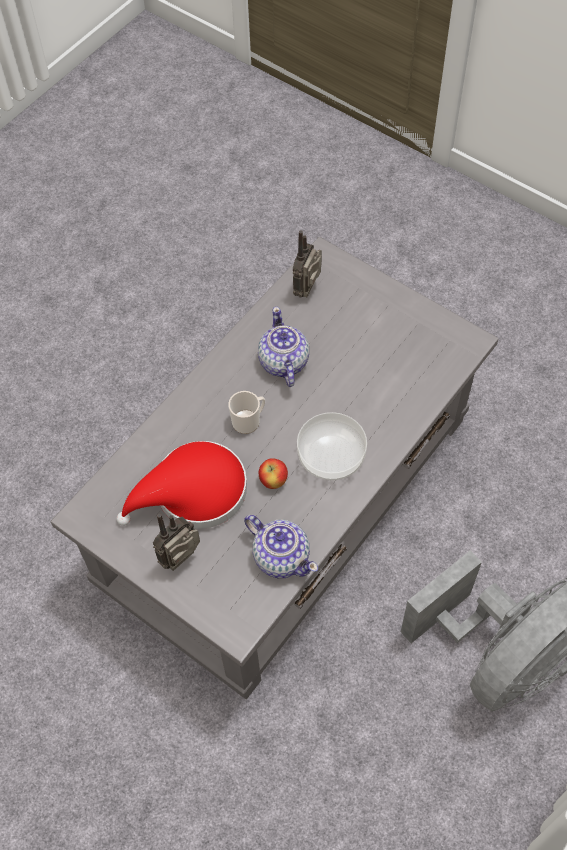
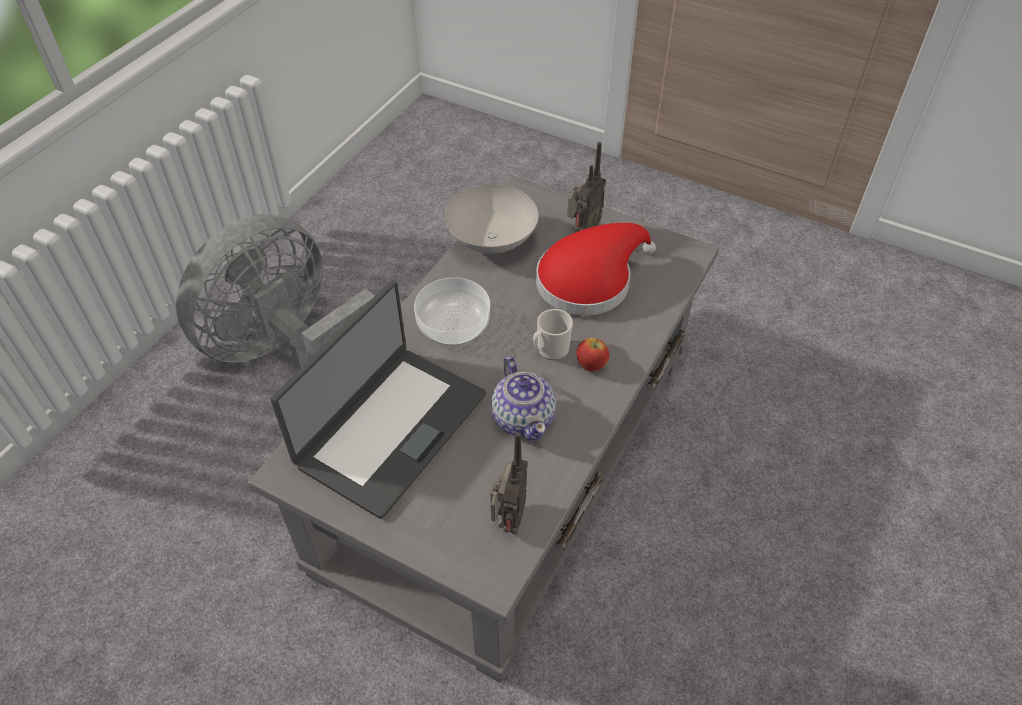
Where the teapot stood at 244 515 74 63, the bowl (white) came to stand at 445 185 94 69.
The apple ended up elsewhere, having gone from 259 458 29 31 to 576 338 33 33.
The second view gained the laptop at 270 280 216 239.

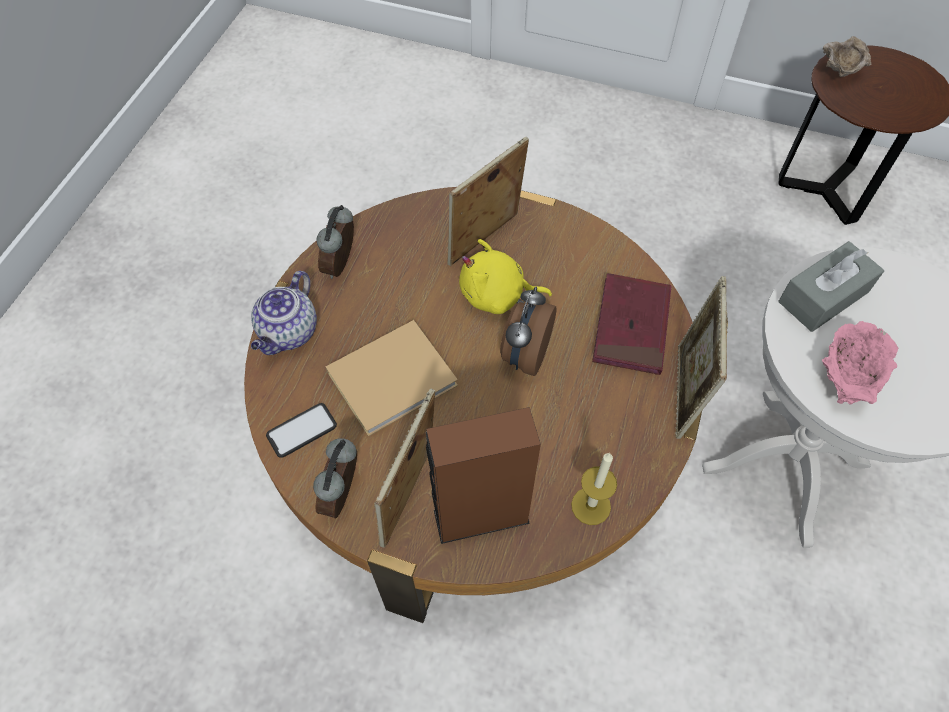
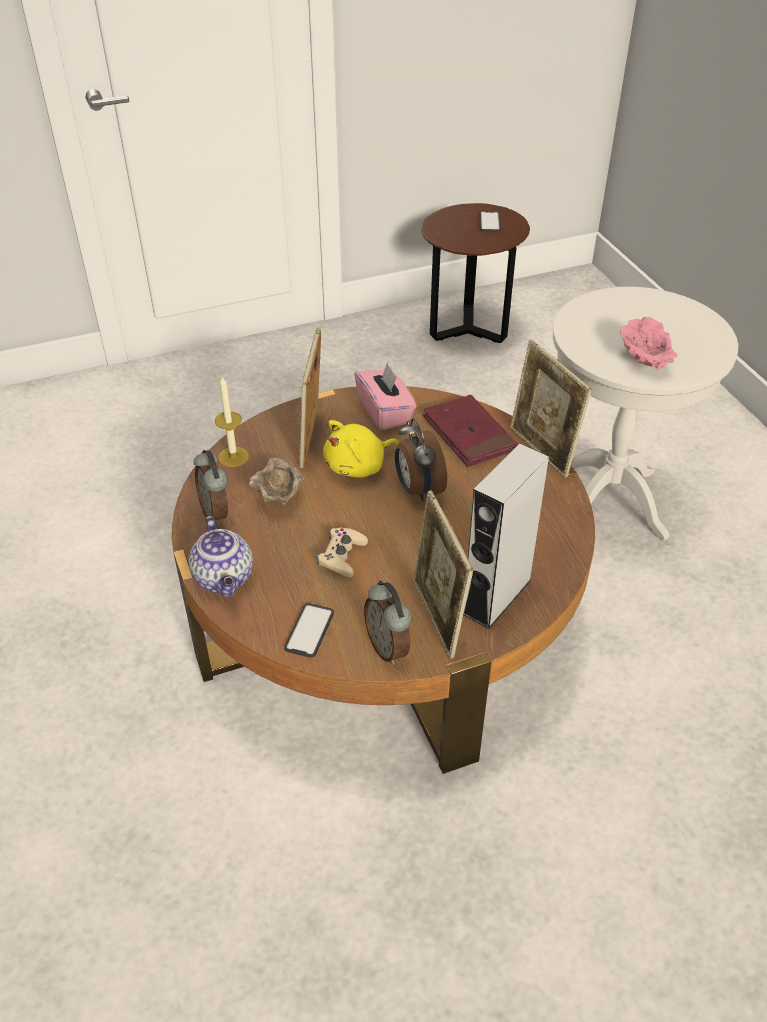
Where the book (beige) stood at 326 320 132 117, the game controller (beige) came to stand at 317 528 51 49.
What was the speaker (brown) at 426 407 115 137 turned into the speaker (grey) at 463 443 86 186.
The candle ended up elsewhere, having gone from 571 453 46 72 to 215 376 34 91.
The second view lost the tissue box (grey) at 778 241 106 91.
The bowl (beige) ended up elsewhere, having gone from 823 36 48 41 to 249 458 55 47.
The second view gained the tissue box (pink) at 354 362 62 69.
The second view gained the phone at 480 211 21 21.

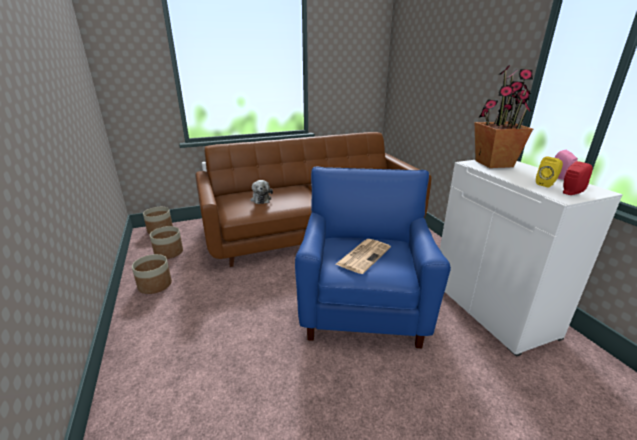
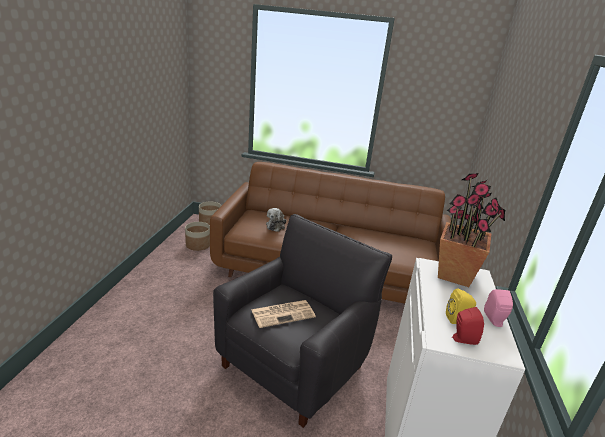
The second view lost the planter at 132 254 40 40.
What was the armchair (blue) at 295 166 156 182 turned into the armchair (black) at 213 214 179 214.

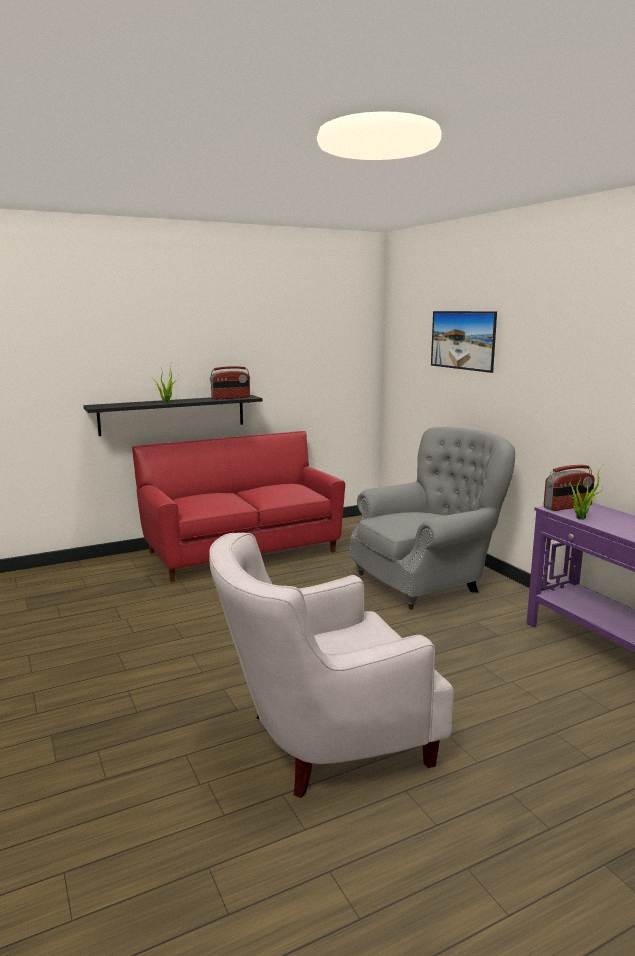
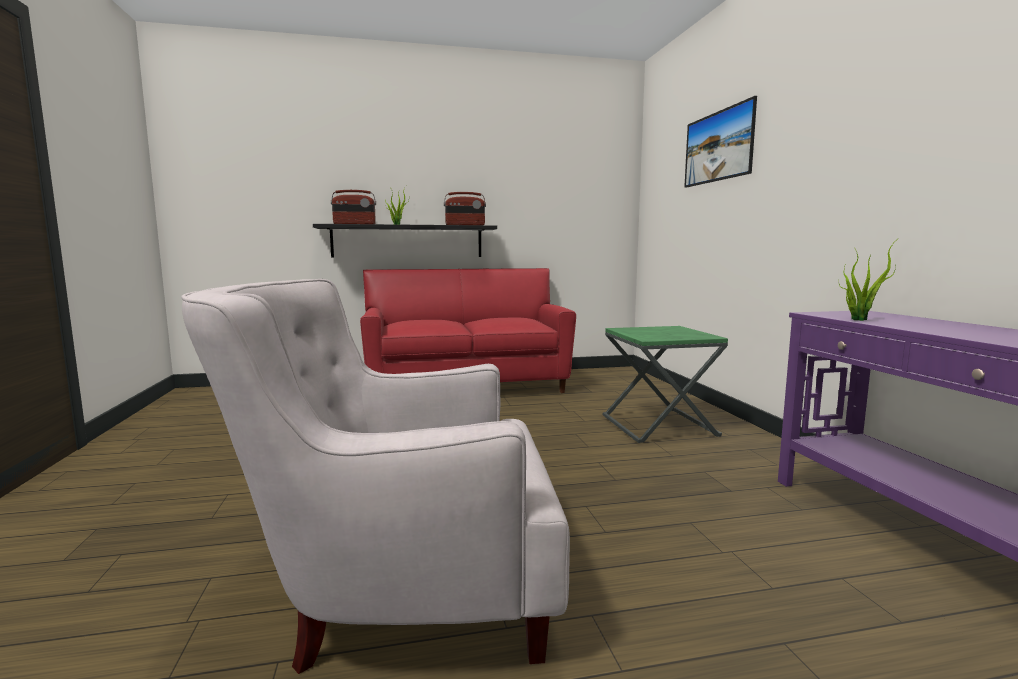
Where the armchair (grey) stood at 350 427 165 183, the side table (green) came to stand at 603 326 125 117.
The radio ended up elsewhere, having gone from 544 465 51 46 to 331 190 45 34.

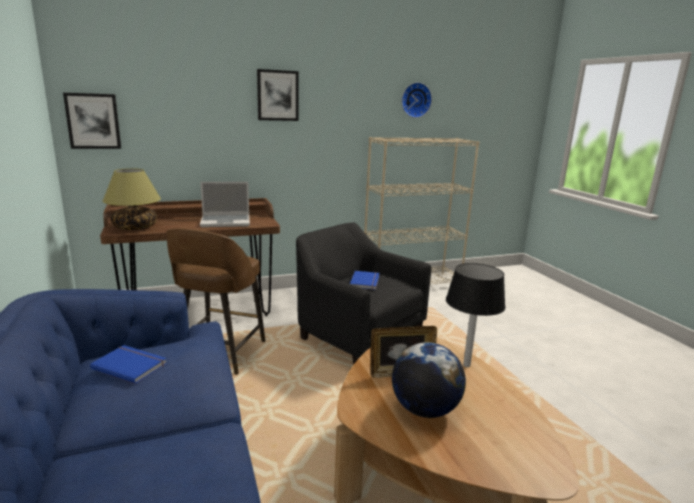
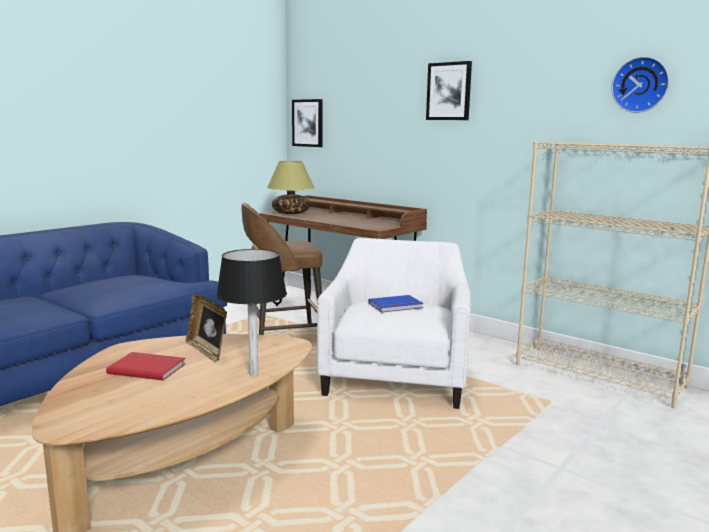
The second view lost the book (blue) at 90 345 77 39.
The second view lost the laptop at 200 182 50 45.
What was the armchair (black) at 296 222 135 143 turned into the armchair (white) at 317 238 154 171.
Where the globe stood at 392 342 74 76, the book (red) came to stand at 106 352 80 29.

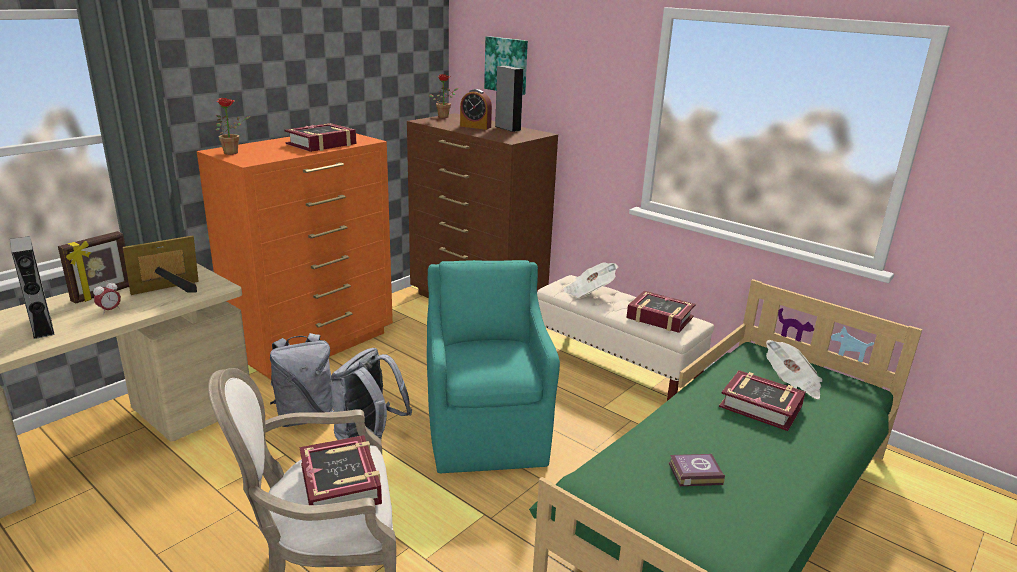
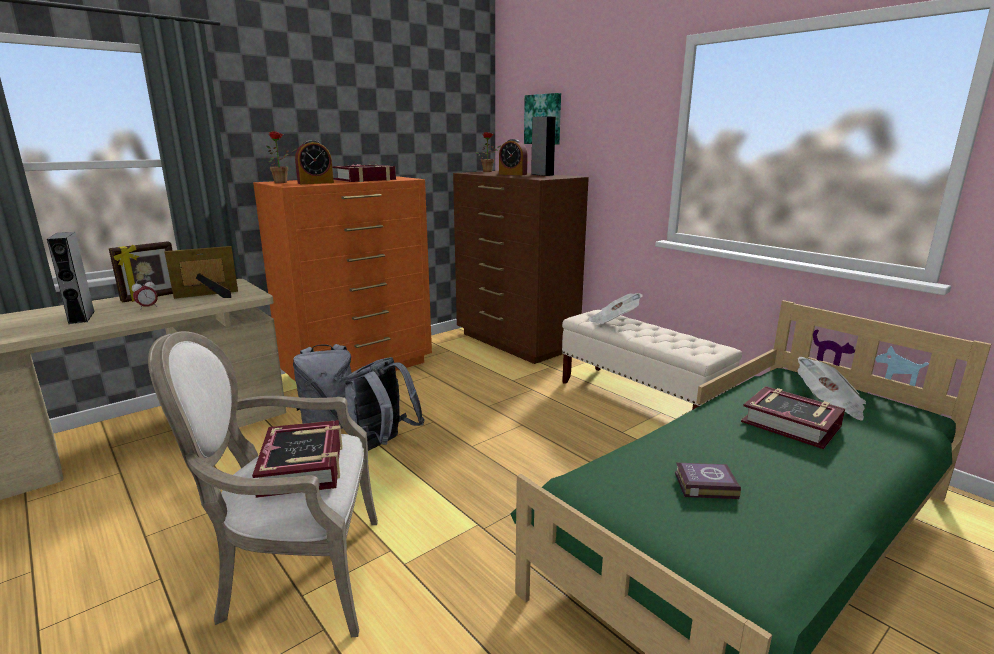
The second view lost the armchair (turquoise) at 427 260 133 213.
The second view lost the book at 626 291 69 42.
The second view gained the alarm clock at 295 140 39 44.

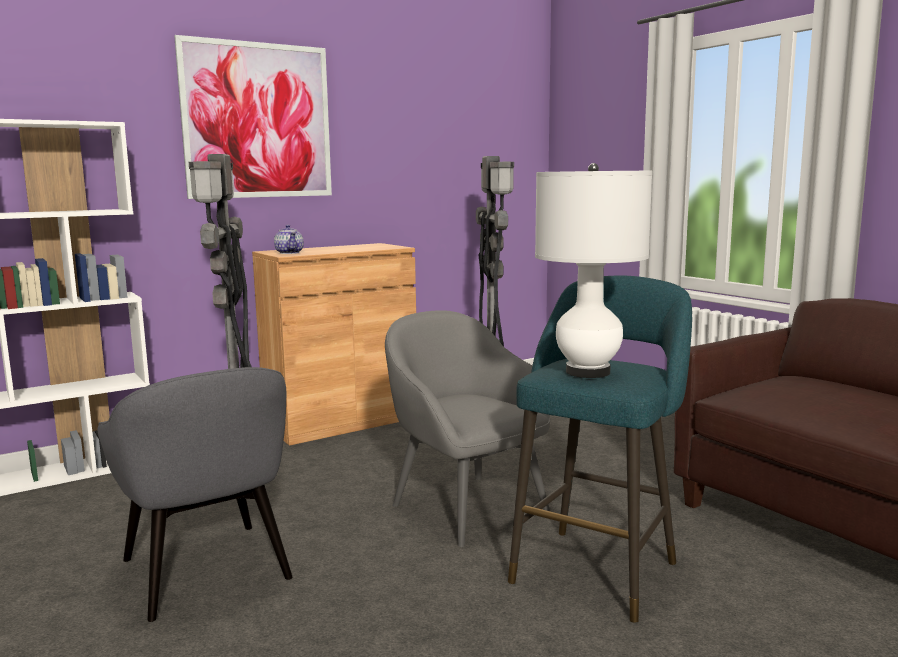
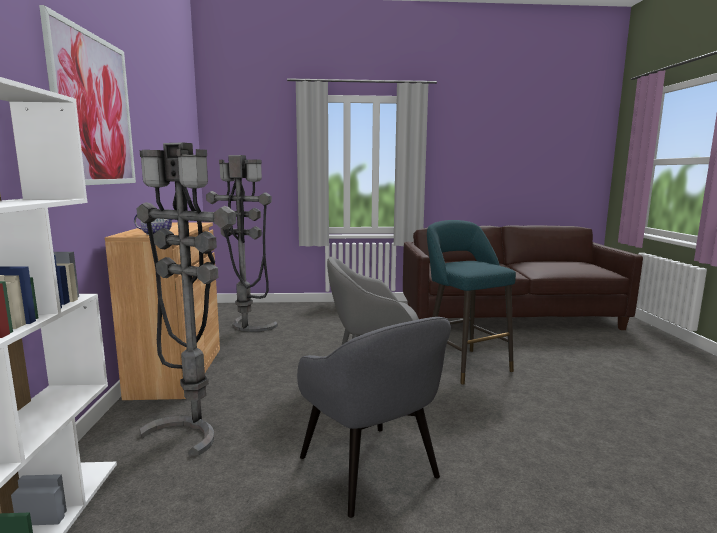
The armchair (grey) at 98 367 195 255 ended up facing another way, 60 degrees clockwise from before.
The second view lost the table lamp (white) at 535 163 117 215.

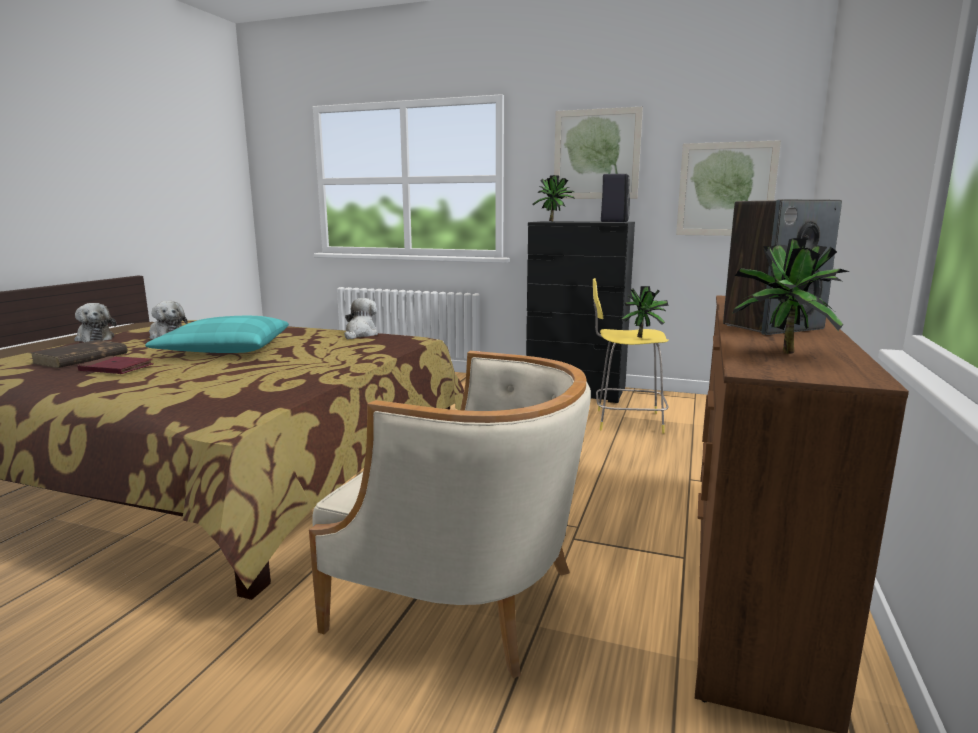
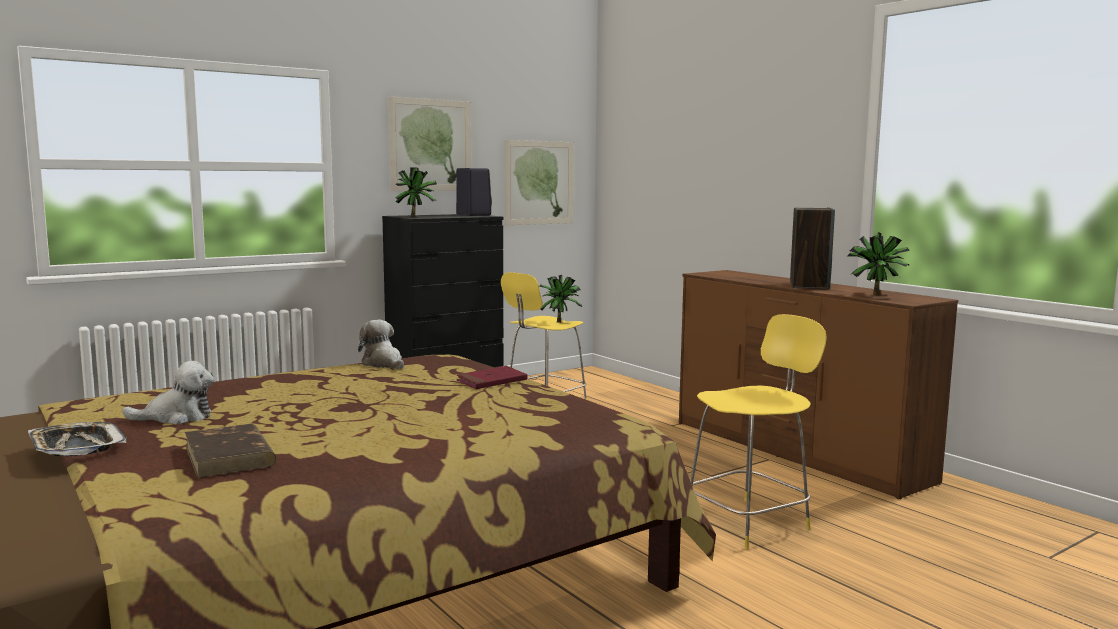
Where the plush toy stood at 74 303 42 39, the tray came to stand at 28 422 98 34.
The book (red) ended up elsewhere, having gone from 78 356 76 18 to 457 366 70 23.
The second view lost the pillow (turquoise) at 145 316 144 37.
Where the armchair (beige) stood at 309 351 282 327, the stool (yellow) came to stand at 690 314 137 235.

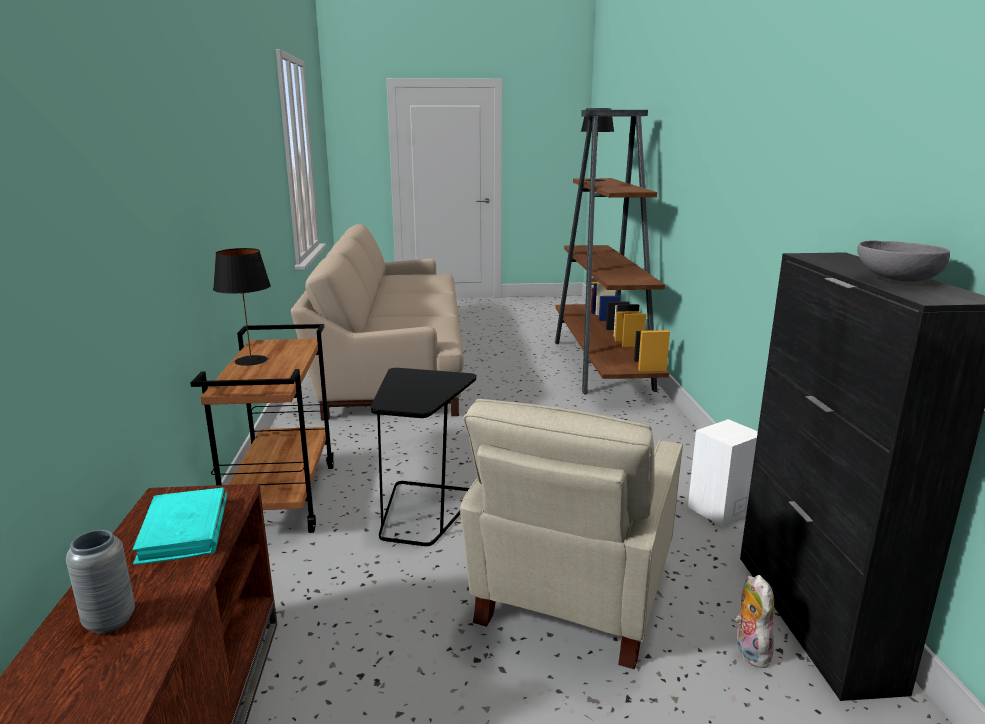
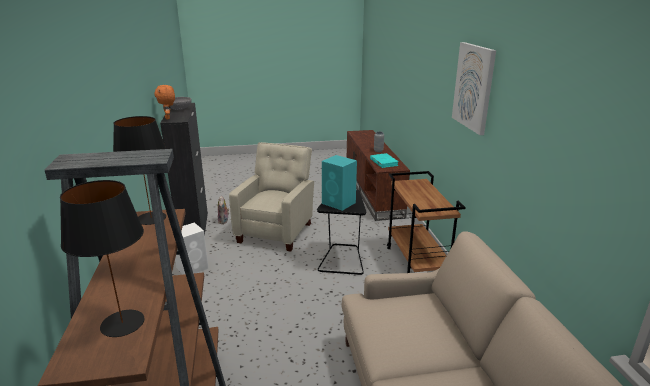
The table lamp (black) ended up elsewhere, having gone from 213 248 58 118 to 113 116 53 109.
The second view gained the plush toy (orange) at 154 85 21 34.
The second view gained the speaker (turquoise) at 322 155 35 56.
The second view gained the picture at 452 42 44 93.

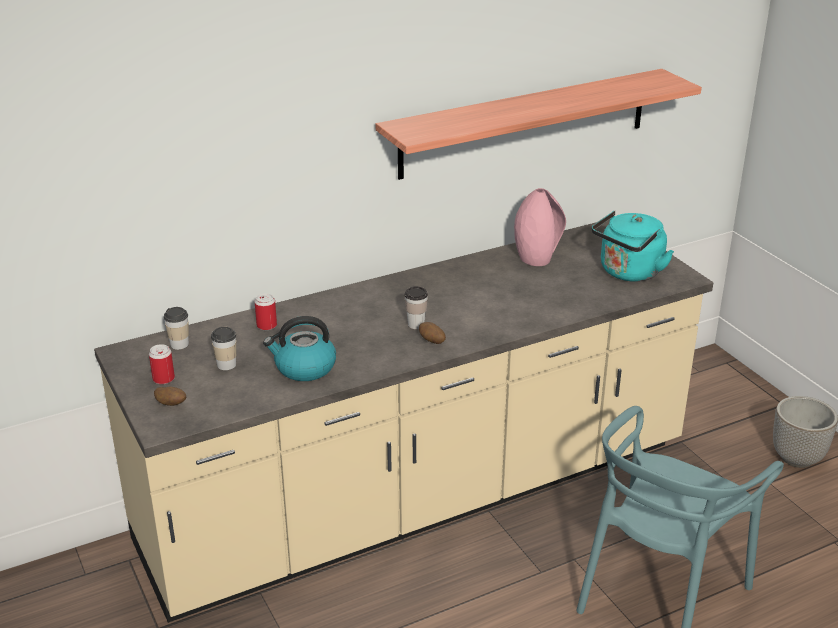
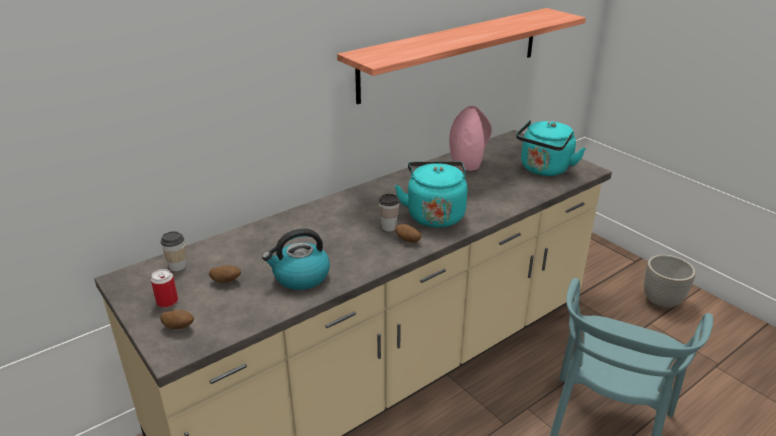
Where the cup stood at 211 327 25 43, the potato came to stand at 209 265 32 17.
The second view lost the can at 255 293 22 37.
The second view gained the kettle (turquoise) at 395 161 72 67.

